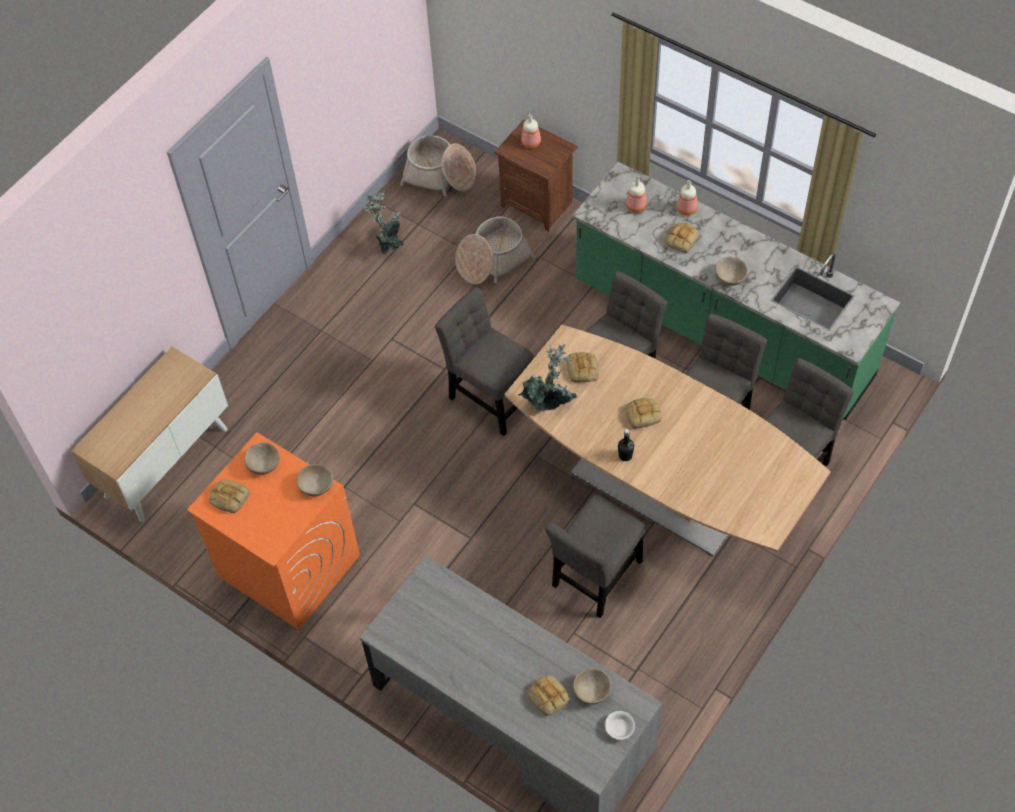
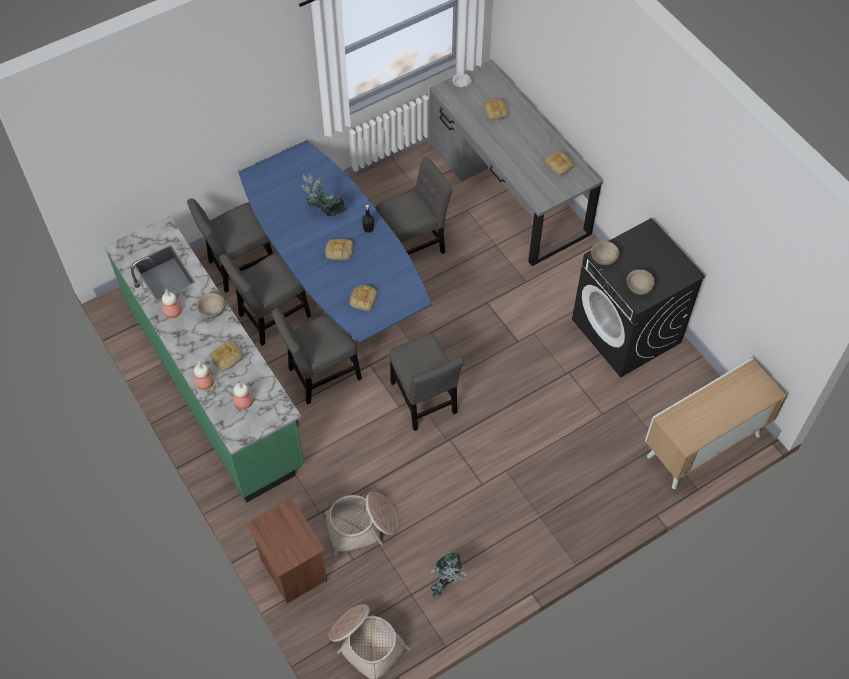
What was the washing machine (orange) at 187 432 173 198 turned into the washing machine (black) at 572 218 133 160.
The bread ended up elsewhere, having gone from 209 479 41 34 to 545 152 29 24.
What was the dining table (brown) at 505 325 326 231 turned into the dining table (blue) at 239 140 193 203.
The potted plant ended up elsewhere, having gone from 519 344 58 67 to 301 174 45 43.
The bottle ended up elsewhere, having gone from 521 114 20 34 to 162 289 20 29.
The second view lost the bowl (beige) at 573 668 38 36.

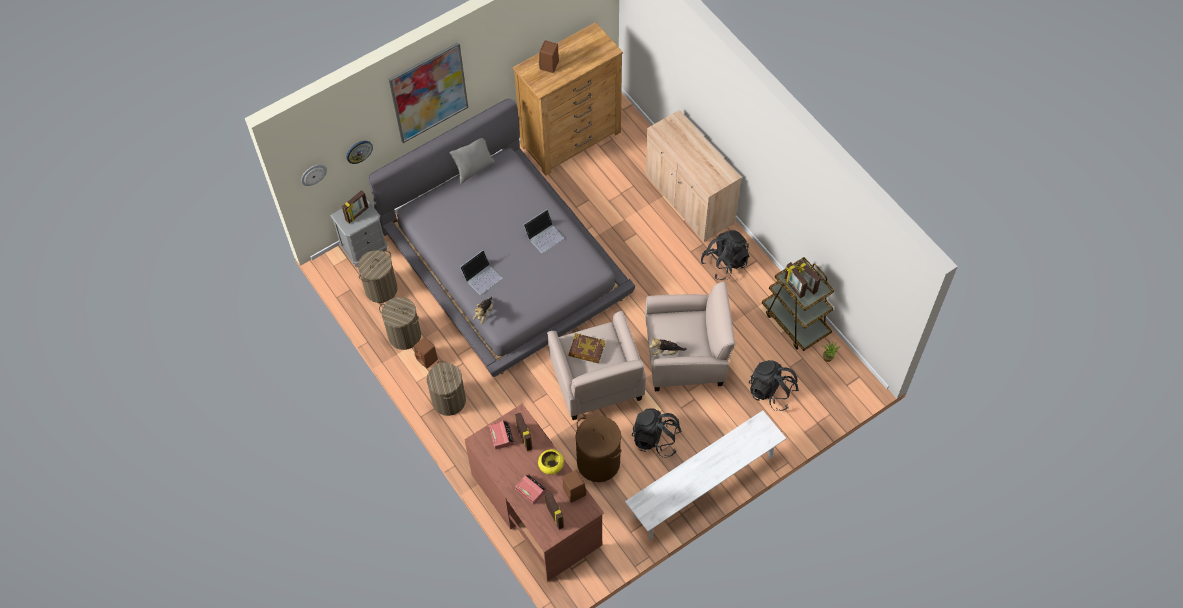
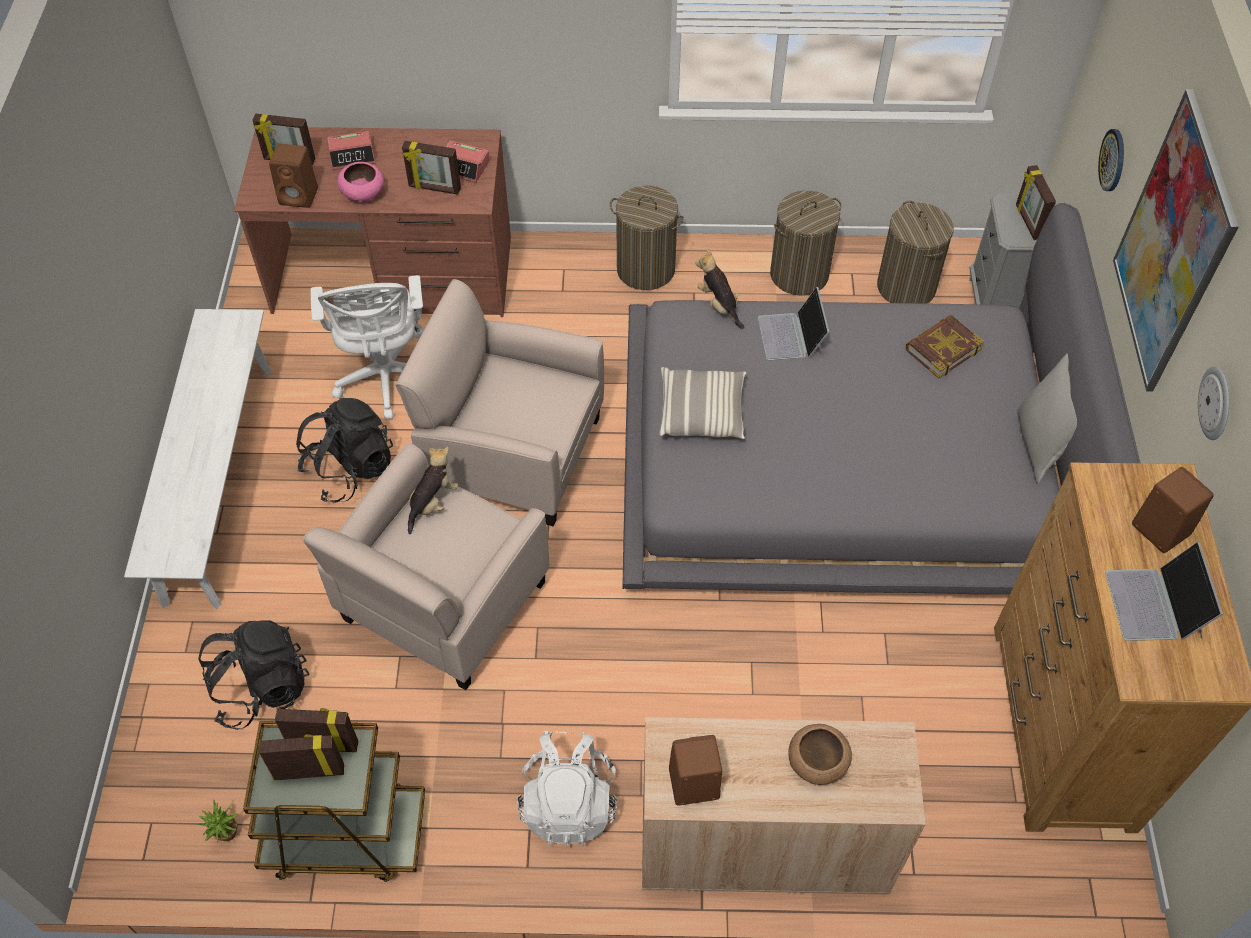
The wall clock ended up elsewhere, having gone from 301 164 26 22 to 1198 366 31 74.
The speaker (brown) ended up elsewhere, having gone from 414 337 24 32 to 669 735 53 70.
The laptop ended up elsewhere, having gone from 523 209 41 44 to 1105 542 118 99.
What was the bowl (yellow) at 538 449 26 26 turned into the bowl (pink) at 338 162 46 41.
The book ended up elsewhere, having gone from 569 333 36 30 to 906 315 78 64.
Where the laundry basket (brown) stood at 575 416 46 66, the office chair (white) came to stand at 311 275 112 145.
What was the backpack (black) at 701 230 48 50 turned into the backpack (white) at 517 730 100 118.
The second view gained the pillow at 659 367 87 72.
The second view gained the bowl (brown) at 788 724 64 61.

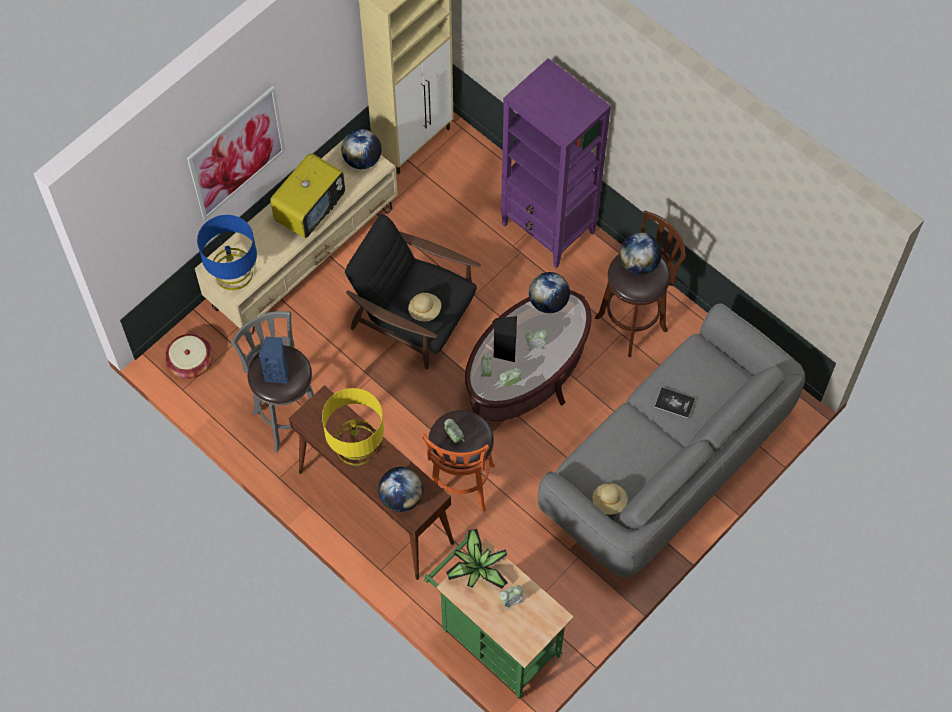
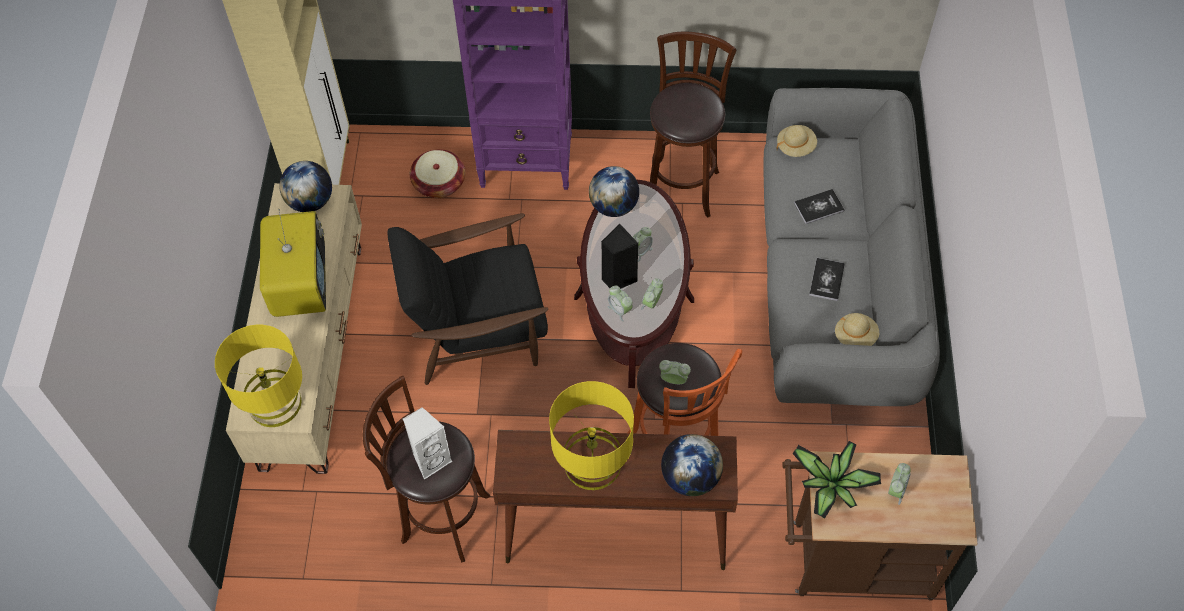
The basket ended up elsewhere, having gone from 165 334 48 45 to 410 149 56 49.
The second view lost the picture at 187 86 98 134.
What was the table lamp (blue) at 197 215 60 75 turned into the table lamp (yellow) at 215 325 87 102.
What was the stool (grey) at 231 311 83 142 turned into the stool (brown) at 363 376 128 187.
What was the speaker (blue) at 258 337 30 47 turned into the speaker (white) at 403 407 49 73.
The hat (beige) ended up elsewhere, having gone from 408 293 33 28 to 777 125 40 32.
What was the cart (green) at 424 534 150 165 turned into the cart (brown) at 782 451 195 149.
The second view lost the globe at 620 233 42 42.
The second view gained the book at 809 258 36 43.

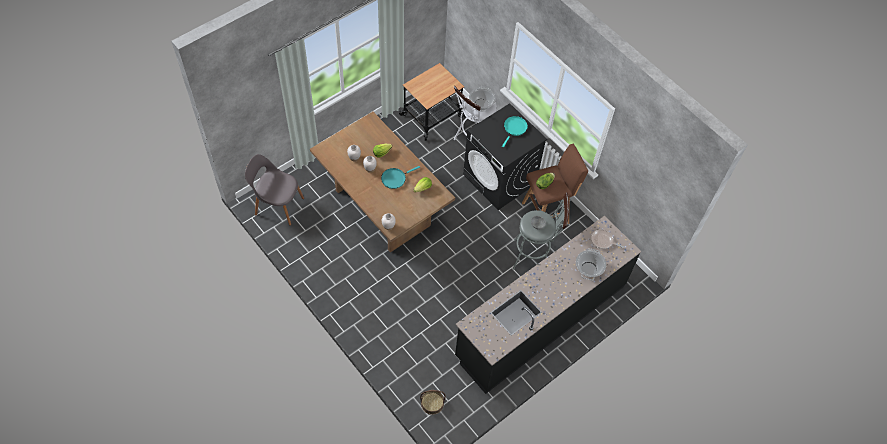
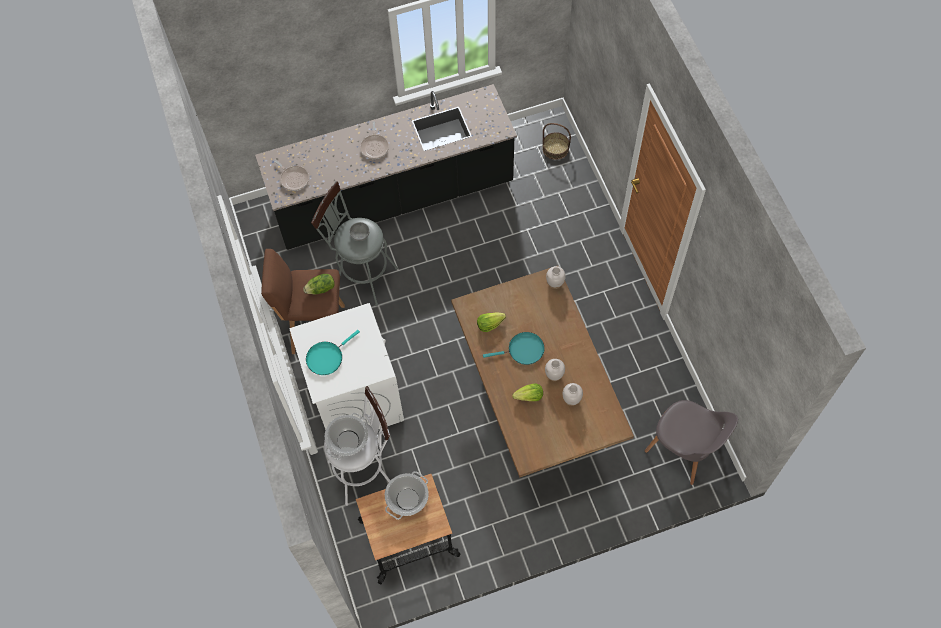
What was the washing machine (black) at 463 103 84 107 turned into the washing machine (white) at 289 303 115 127.
The cooking pot ended up elsewhere, having gone from 576 248 30 33 to 385 471 44 49.
The second view gained the frying pan at 360 121 29 38.

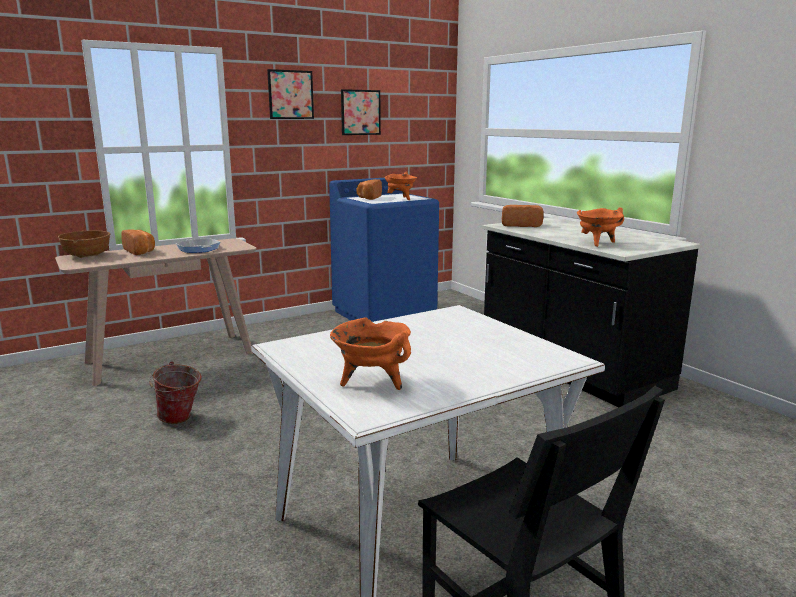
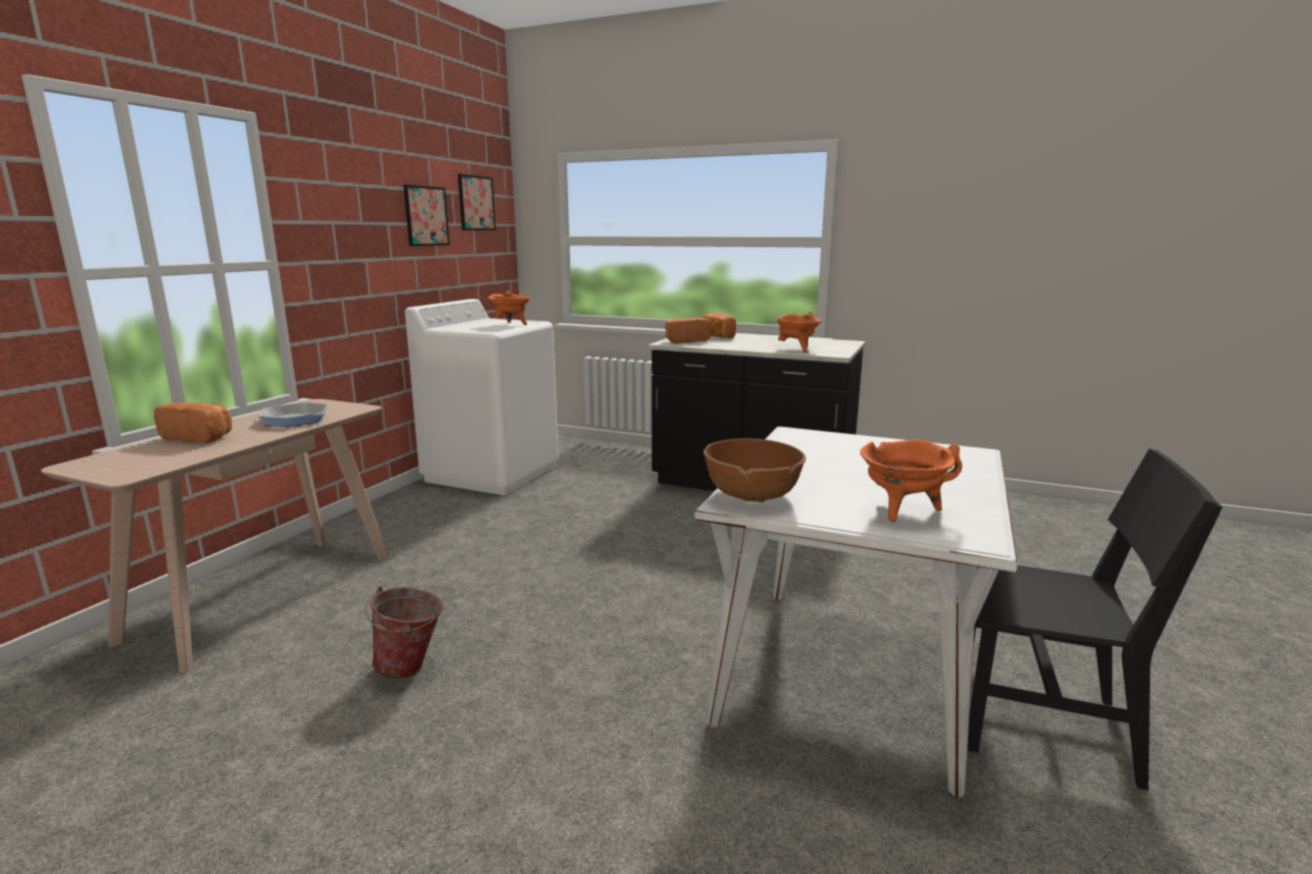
The bowl (brown) ended up elsewhere, having gone from 58 230 52 28 to 703 438 103 65.
The picture ended up elsewhere, having gone from 267 69 47 50 to 458 174 38 56.
What was the washing machine (blue) at 329 178 110 144 turned into the washing machine (white) at 405 299 154 196.
The bread ended up elsewhere, having gone from 356 179 26 21 to 702 313 34 25.

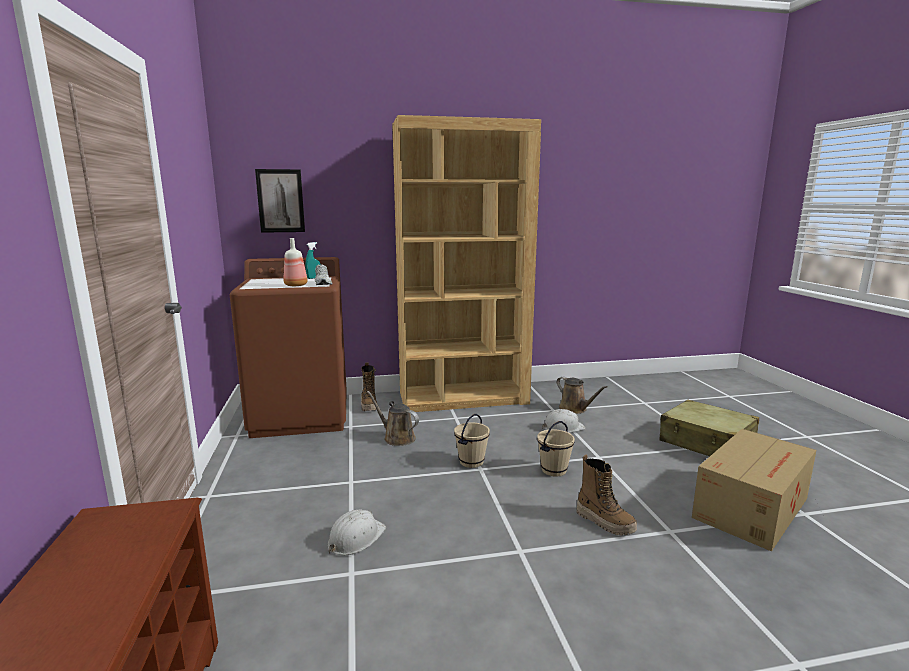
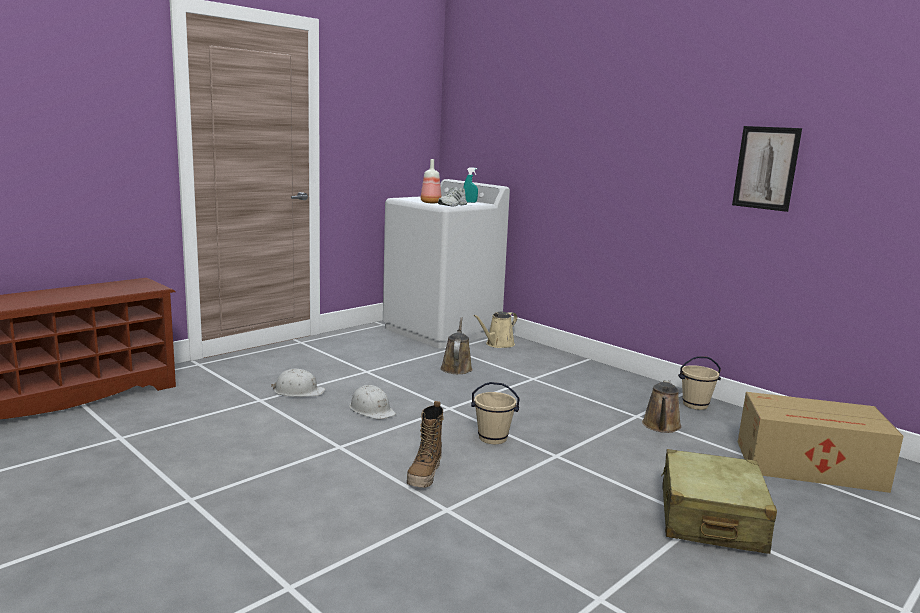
What was the washing machine (brown) at 230 257 117 181 turned into the washing machine (white) at 383 179 127 170.
The picture ended up elsewhere, having gone from 255 169 50 64 to 732 126 70 86.
Where the boot stood at 361 363 16 48, the watering can (beige) came to stand at 473 312 44 36.
The second view lost the bookcase (brown) at 392 115 149 297.
The bucket (beige) ended up elsewhere, having gone from 454 414 36 54 to 678 356 43 54.
The hard hat (white) ended up elsewhere, having gone from 542 409 44 24 to 349 385 47 34.
The cardboard box ended up elsewhere, having gone from 692 429 124 123 to 738 392 166 101.

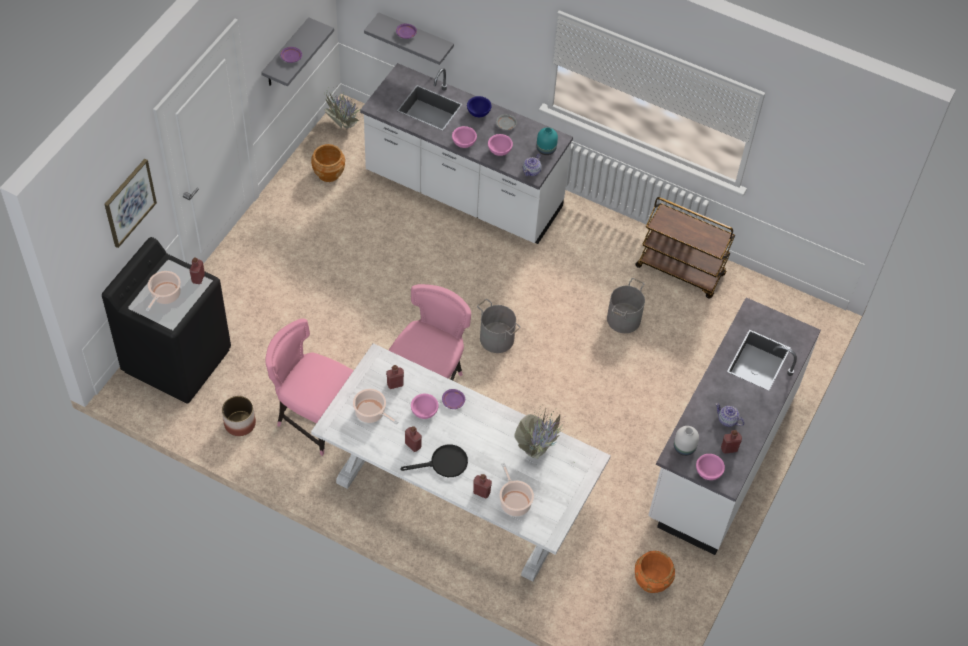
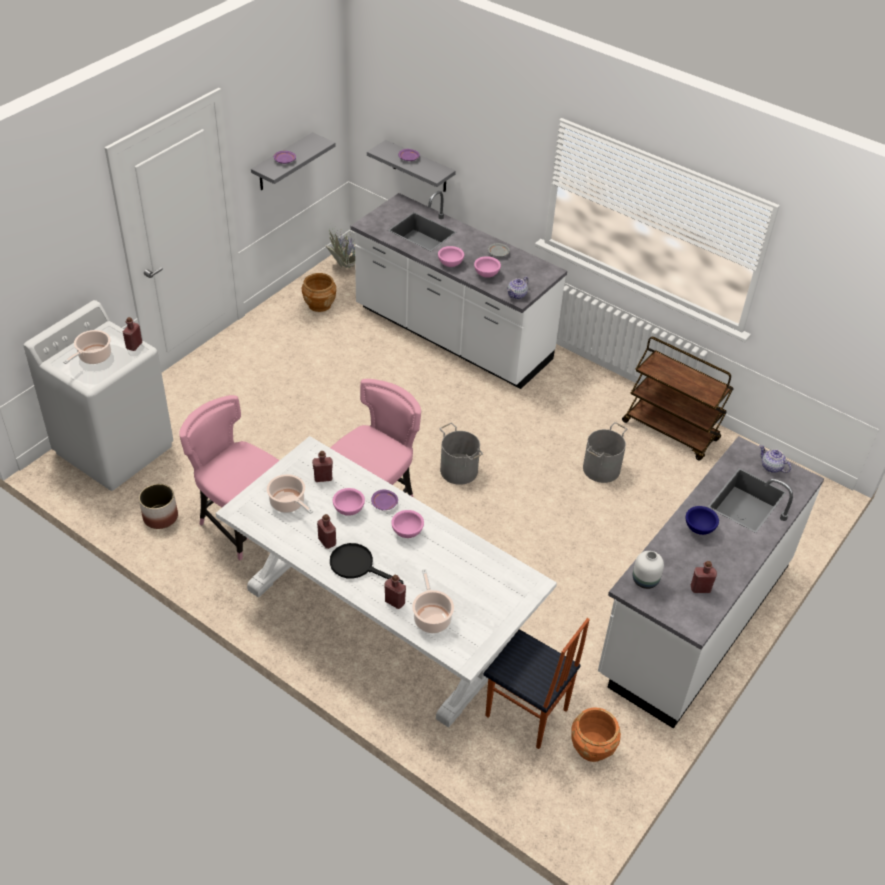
What was the washing machine (black) at 102 237 129 167 turned into the washing machine (white) at 24 300 149 191.
The second view lost the picture at 104 159 53 89.
The frying pan (black) at 400 444 68 33 ended up facing another way, 150 degrees counterclockwise from before.
The bowl (blue) ended up elsewhere, having gone from 467 96 24 21 to 686 506 33 29.
The second view lost the potted plant at 514 405 61 58.
The second view lost the vase (turquoise) at 537 127 21 28.
The bowl (pink) ended up elsewhere, having gone from 696 454 29 26 to 391 510 33 28.
The teapot ended up elsewhere, having gone from 715 403 30 24 to 760 445 31 28.
The second view gained the chair at 484 618 106 131.

